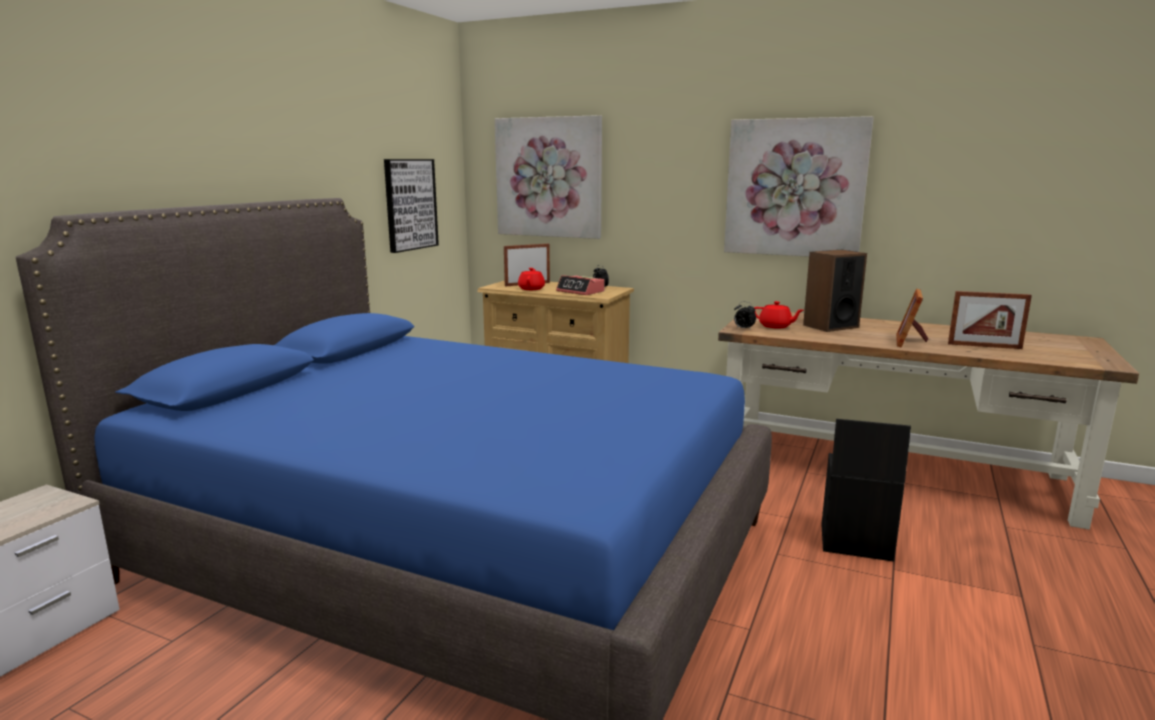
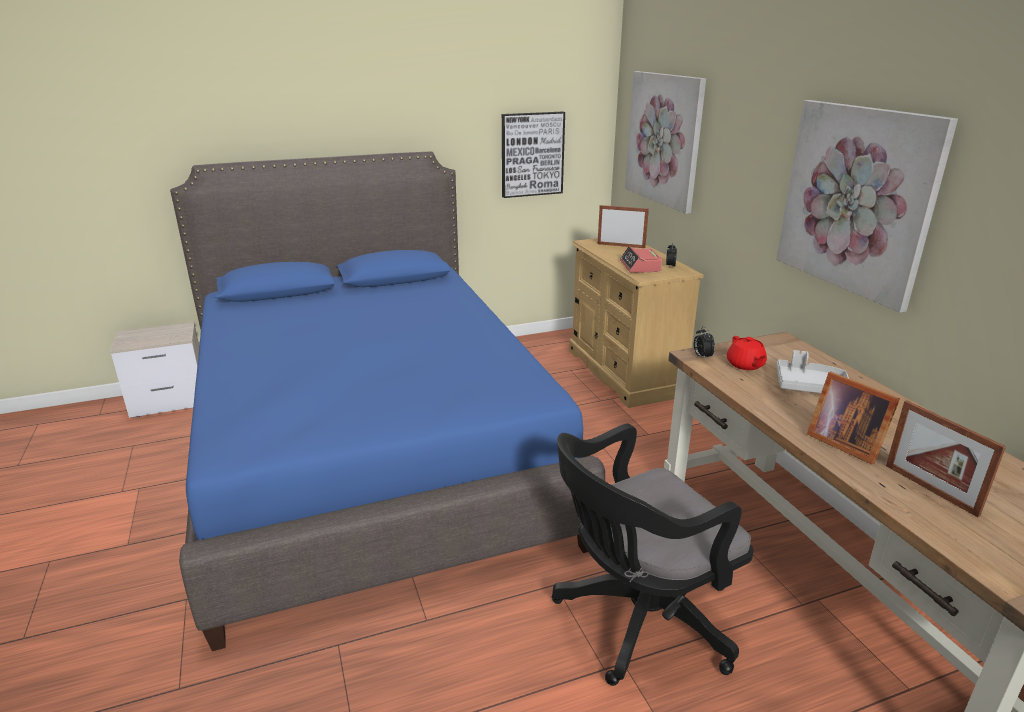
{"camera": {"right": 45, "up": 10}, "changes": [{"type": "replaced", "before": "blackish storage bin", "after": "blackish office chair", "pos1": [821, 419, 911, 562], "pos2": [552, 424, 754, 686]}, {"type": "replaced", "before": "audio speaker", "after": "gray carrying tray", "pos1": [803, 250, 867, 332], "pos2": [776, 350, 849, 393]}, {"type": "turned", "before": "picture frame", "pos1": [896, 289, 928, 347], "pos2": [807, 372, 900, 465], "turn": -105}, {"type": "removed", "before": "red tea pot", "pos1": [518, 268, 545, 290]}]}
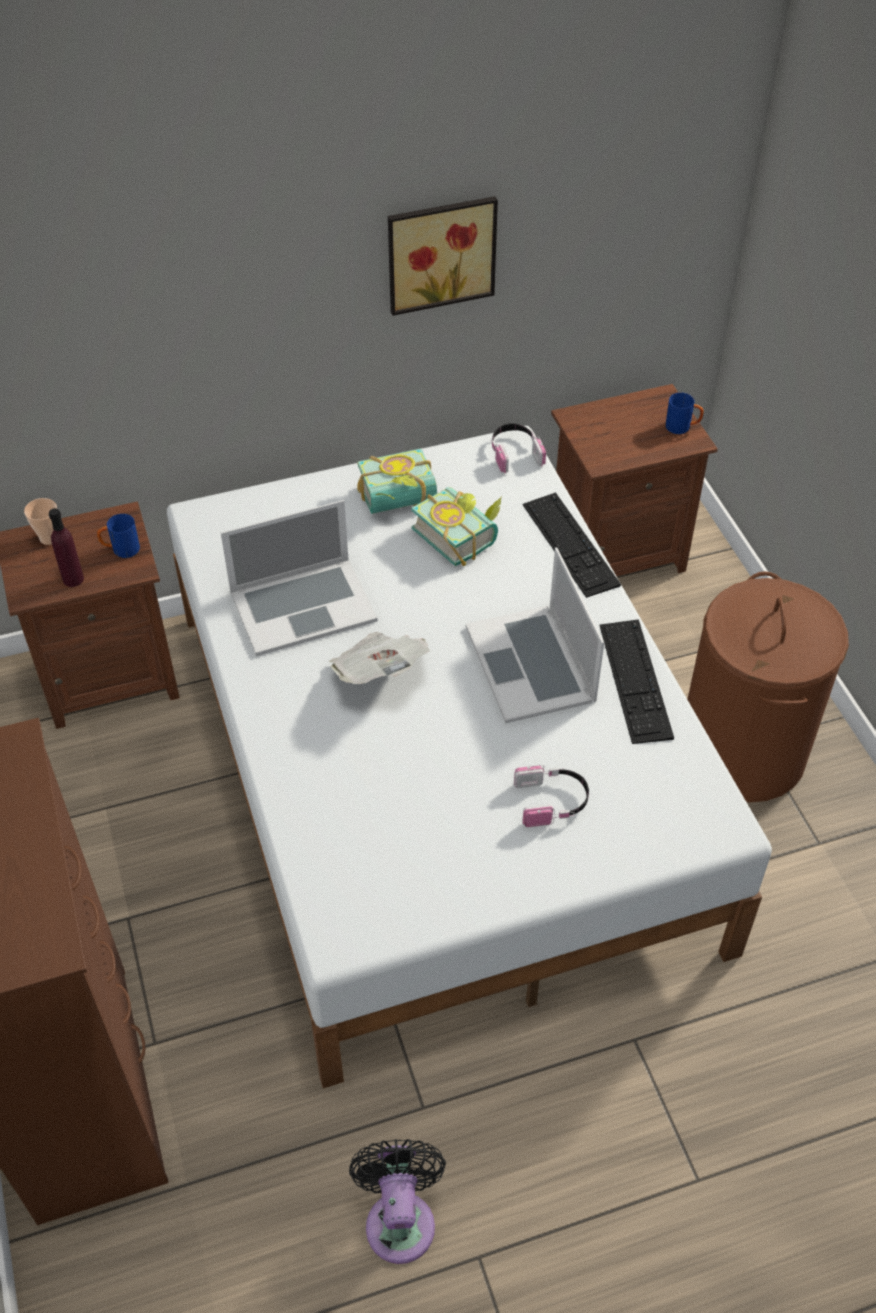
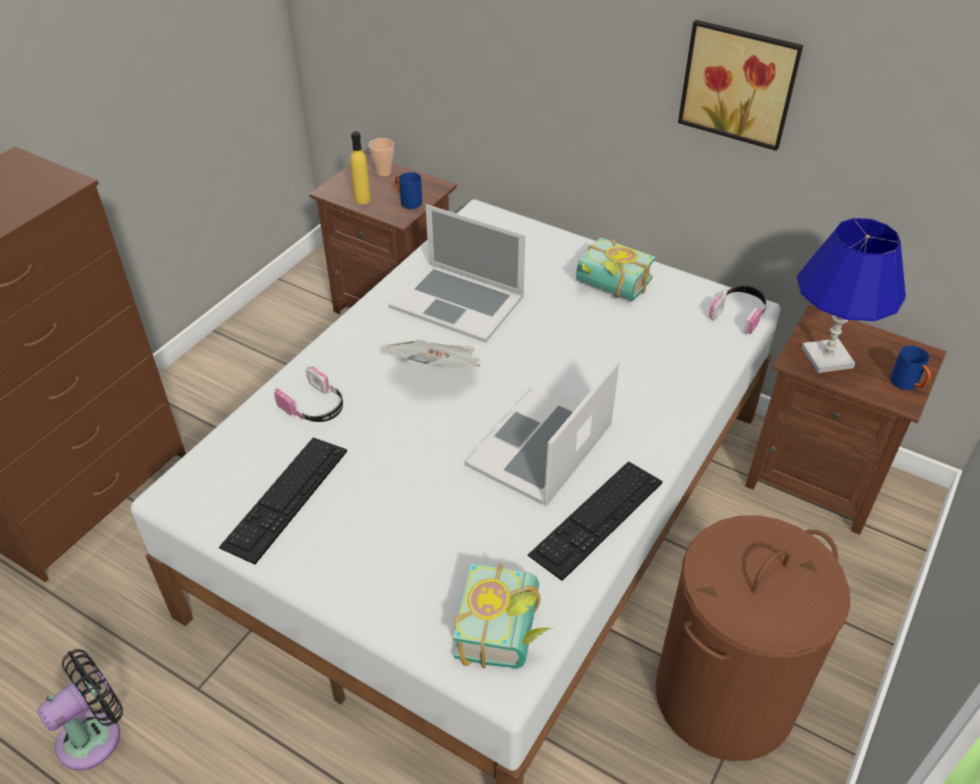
{"camera": {"right": 50, "up": -5}, "changes": [{"type": "moved", "before": "PC keyboard", "pos1": [523, 492, 621, 598], "pos2": [219, 437, 347, 564]}, {"type": "moved", "before": "headphones", "pos1": [514, 765, 589, 827], "pos2": [274, 367, 343, 422]}, {"type": "recoloured", "before": "purplish bottle", "after": "yellow bottle", "pos1": [49, 508, 84, 587], "pos2": [350, 132, 371, 204]}, {"type": "moved", "before": "volume", "pos1": [411, 487, 502, 566], "pos2": [453, 563, 552, 669]}, {"type": "added", "after": "blue table lamp", "pos2": [797, 218, 906, 373]}]}
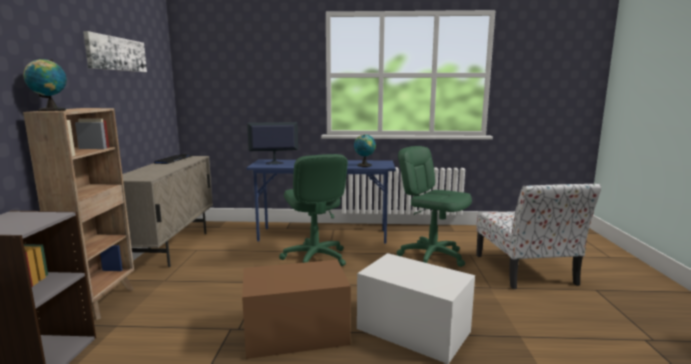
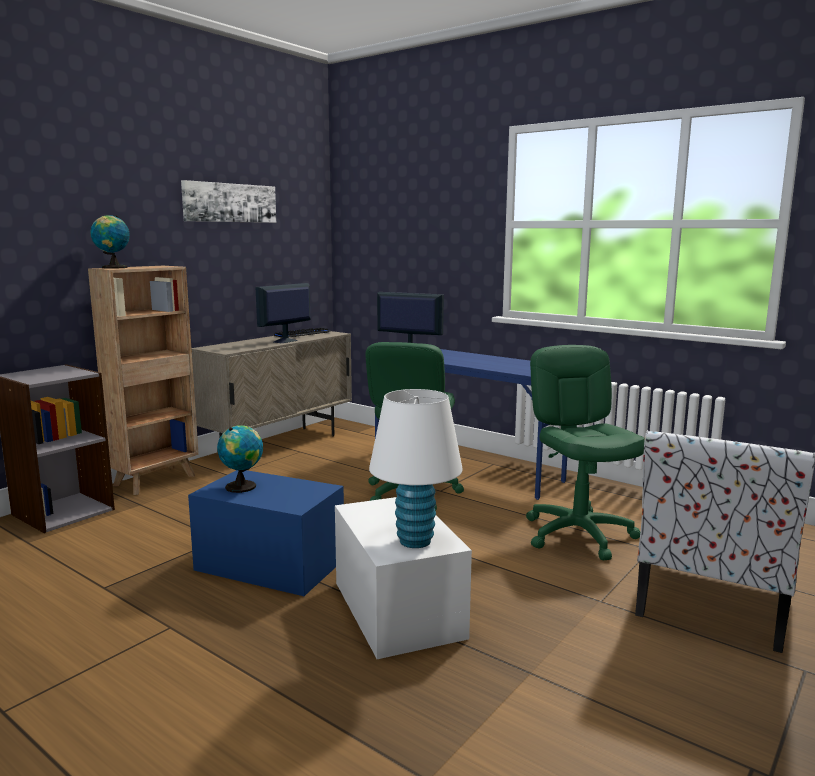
{"camera": {"right": 35, "up": 0}, "changes": [{"type": "recoloured", "before": "brown-coloured storage bin", "after": "blue storage bin", "pos1": [242, 260, 351, 359], "pos2": [188, 470, 344, 596]}, {"type": "moved", "before": "desk globe", "pos1": [354, 134, 376, 167], "pos2": [217, 425, 263, 493]}, {"type": "added", "after": "computer screen", "pos2": [255, 283, 310, 343]}, {"type": "added", "after": "white-coloured table lamp", "pos2": [369, 389, 463, 548]}]}
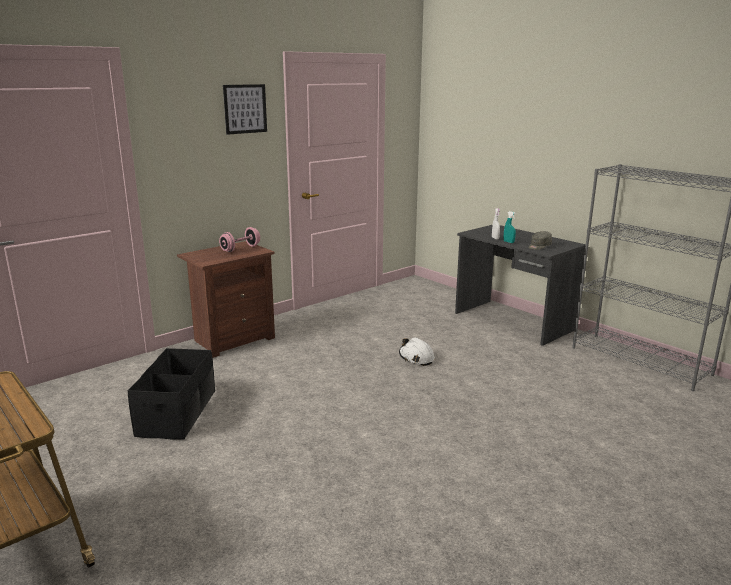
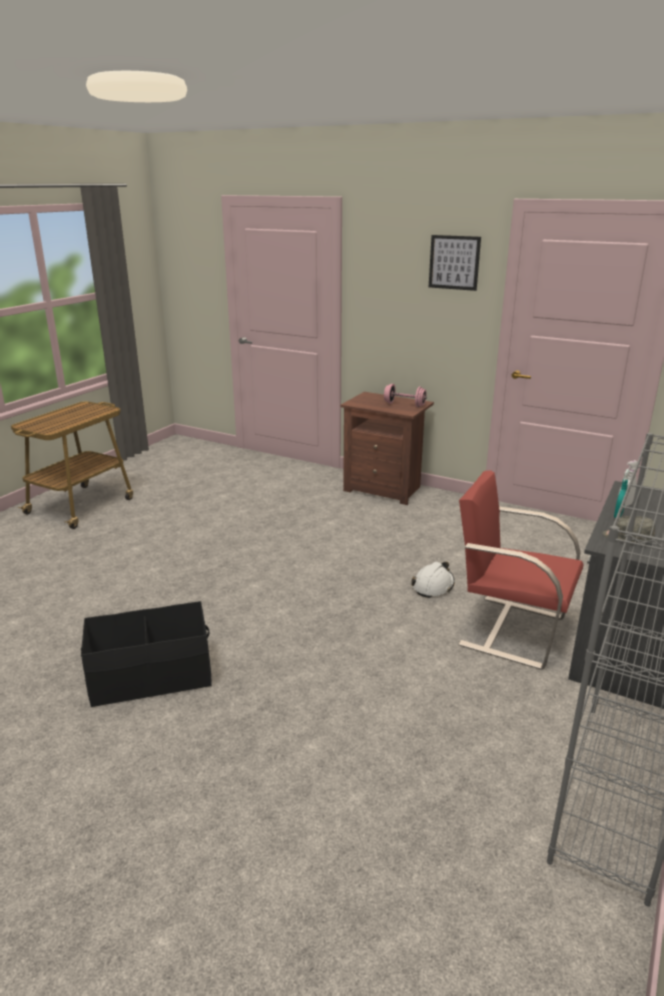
{"camera": {"right": 70, "up": 5}, "changes": [{"type": "moved", "before": "blackish storage bin", "pos1": [128, 348, 215, 439], "pos2": [81, 601, 212, 707]}, {"type": "added", "after": "red upright chair", "pos2": [458, 470, 584, 670]}]}
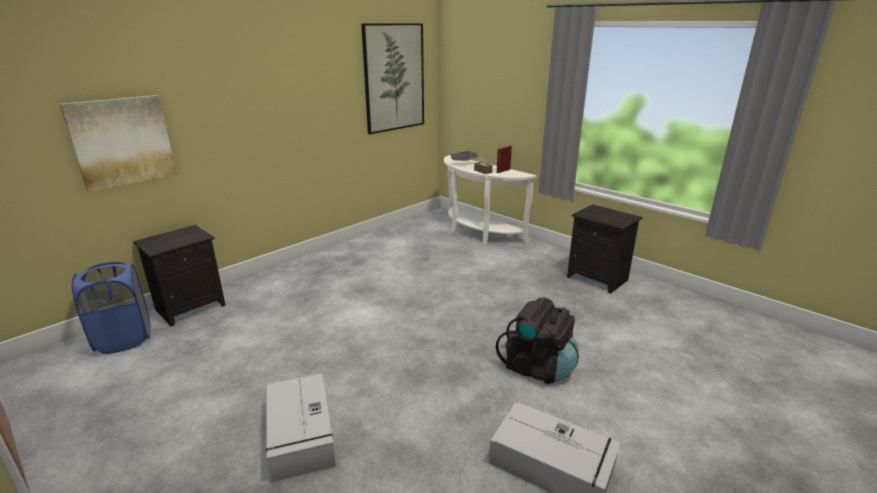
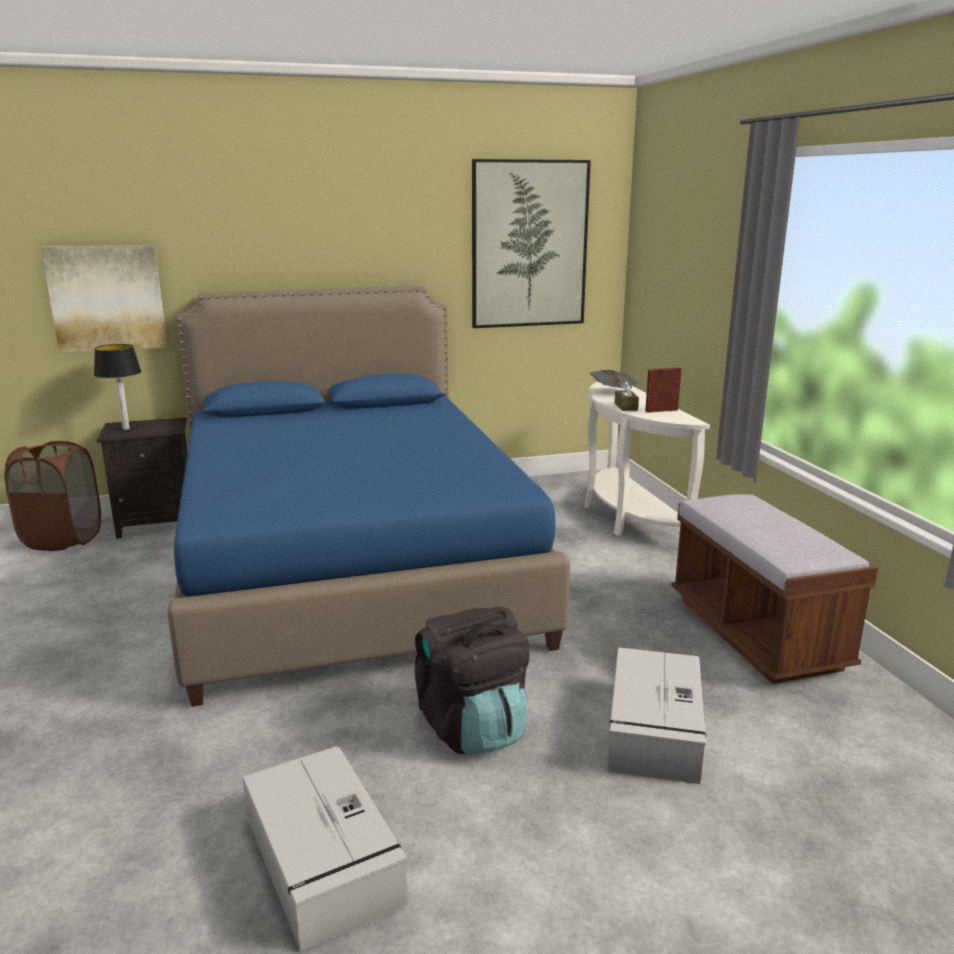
{"camera": {"right": 30, "up": -5}, "changes": [{"type": "recoloured", "before": "blue laundry basket", "after": "brown-coloured laundry basket", "pos1": [72, 262, 151, 354], "pos2": [5, 441, 101, 551]}, {"type": "added", "after": "table lamp", "pos2": [94, 344, 142, 430]}, {"type": "added", "after": "blue bed", "pos2": [167, 286, 570, 707]}, {"type": "moved", "before": "gray storage bin", "pos1": [266, 374, 336, 482], "pos2": [608, 648, 706, 784]}, {"type": "replaced", "before": "blackish night table", "after": "brown-coloured long seat", "pos1": [567, 204, 642, 294], "pos2": [671, 494, 878, 684]}]}
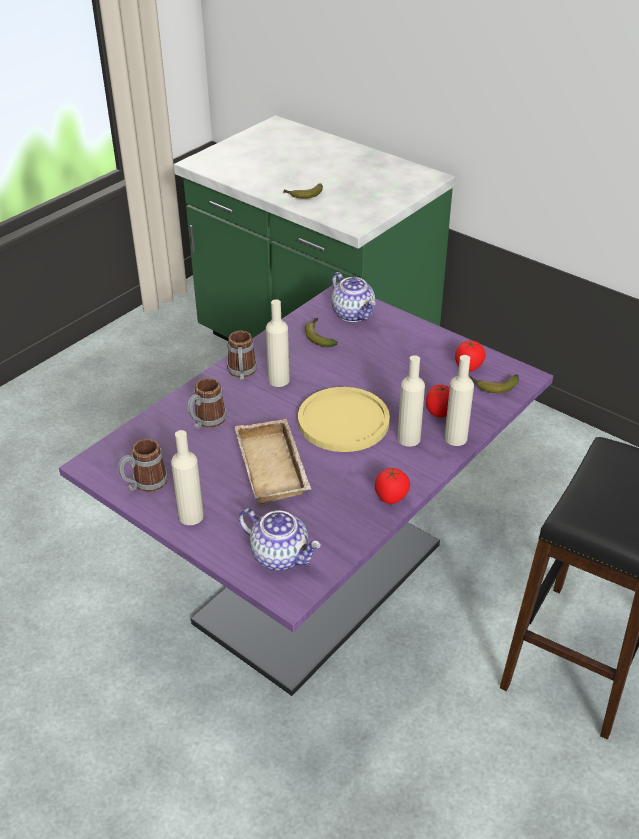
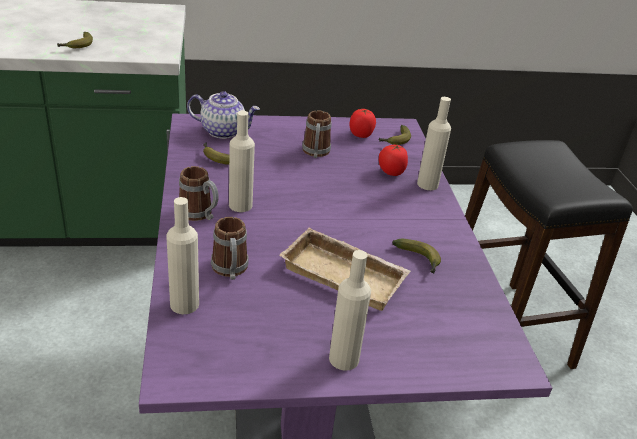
{"camera": {"right": -50, "up": -5}, "changes": [{"type": "moved", "before": "sand-coloured bottle", "pos1": [398, 355, 425, 447], "pos2": [166, 197, 199, 314]}, {"type": "moved", "before": "tea mug", "pos1": [118, 439, 168, 492], "pos2": [302, 111, 332, 158]}, {"type": "added", "after": "banana", "pos2": [392, 239, 441, 274]}, {"type": "removed", "before": "tea pot", "pos1": [238, 508, 321, 570]}, {"type": "removed", "before": "yellow dinner plate", "pos1": [298, 387, 390, 452]}, {"type": "removed", "before": "tomato", "pos1": [375, 468, 410, 504]}]}
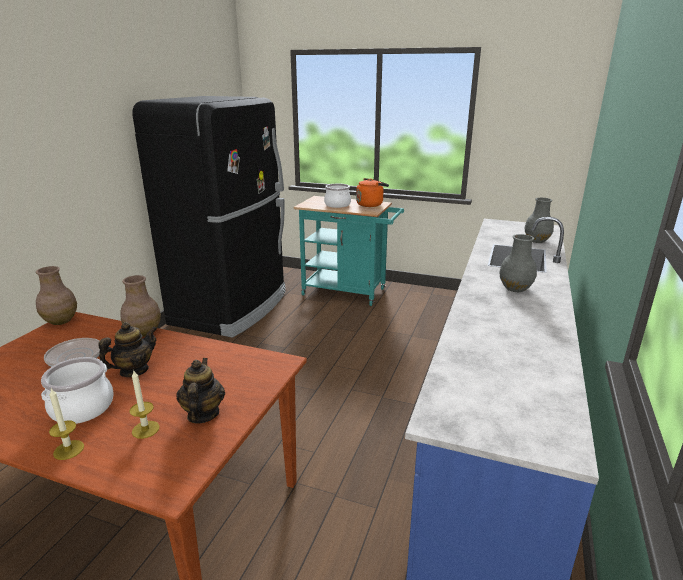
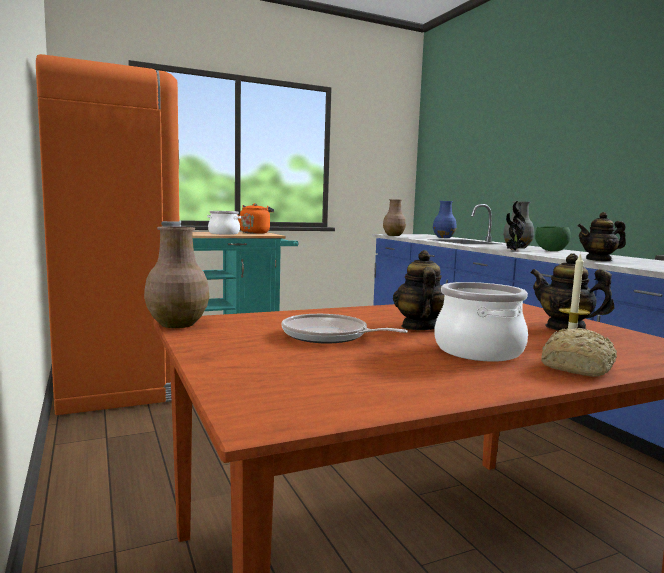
{"camera": {"right": -45, "up": -15}, "changes": [{"type": "recoloured", "before": "blackish kitchen fridge", "after": "orange kitchen fridge", "pos1": [132, 96, 286, 338], "pos2": [36, 54, 181, 415]}, {"type": "moved", "before": "brown-coloured vase", "pos1": [120, 275, 161, 337], "pos2": [383, 199, 406, 236]}, {"type": "recoloured", "before": "gray vase", "after": "blue vase", "pos1": [525, 198, 554, 243], "pos2": [433, 201, 457, 238]}, {"type": "added", "after": "houseplant", "pos2": [506, 201, 526, 250]}, {"type": "added", "after": "greenish bowl", "pos2": [535, 226, 571, 251]}, {"type": "replaced", "before": "wax light", "after": "baked bread", "pos1": [49, 389, 84, 460], "pos2": [541, 328, 617, 377]}, {"type": "added", "after": "tea pot", "pos2": [577, 212, 626, 261]}]}
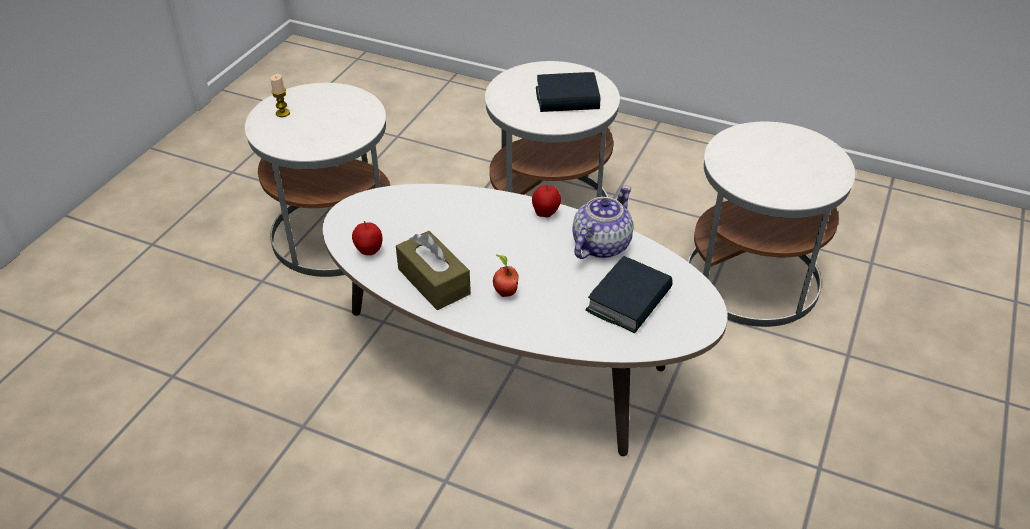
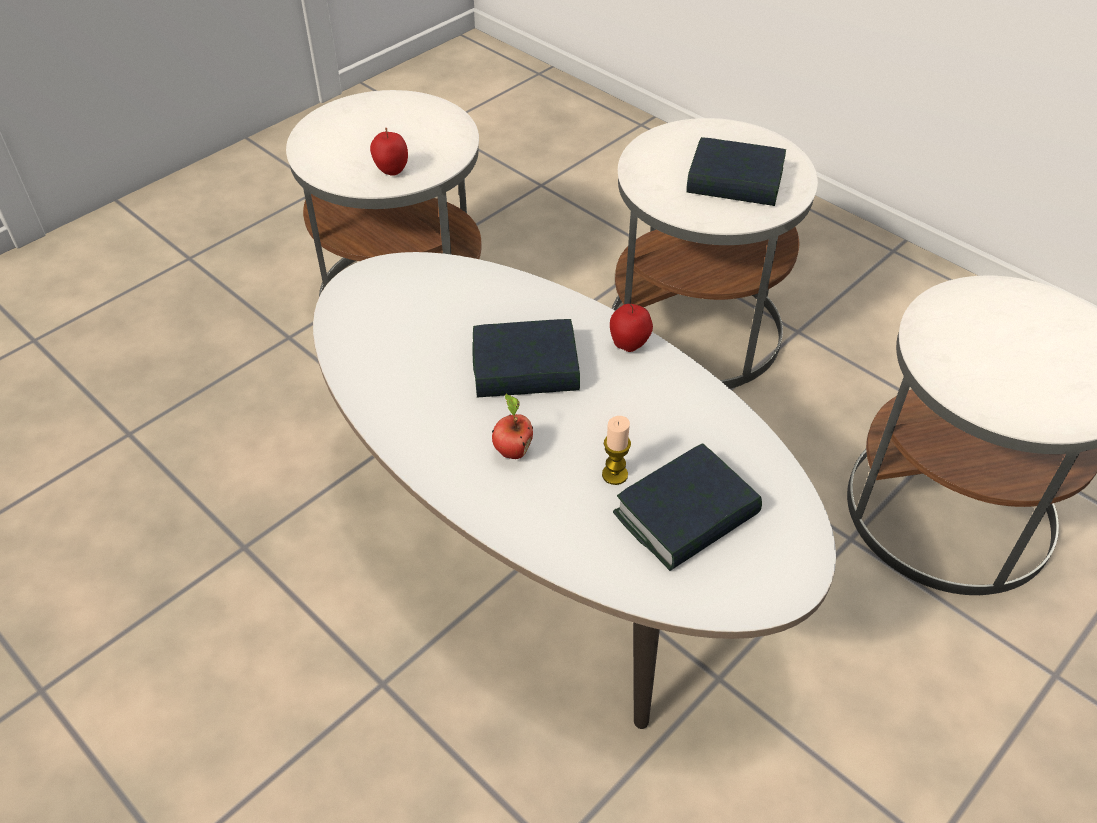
{"camera": {"right": 20, "up": 5}, "changes": [{"type": "moved", "before": "whole apple", "pos1": [352, 221, 382, 255], "pos2": [370, 128, 408, 176]}, {"type": "added", "after": "volume", "pos2": [472, 319, 580, 398]}, {"type": "moved", "before": "wax light", "pos1": [270, 74, 290, 117], "pos2": [602, 416, 631, 485]}, {"type": "removed", "before": "brown-coloured tissue box", "pos1": [396, 231, 471, 310]}, {"type": "removed", "before": "tea pot", "pos1": [572, 186, 634, 259]}]}
